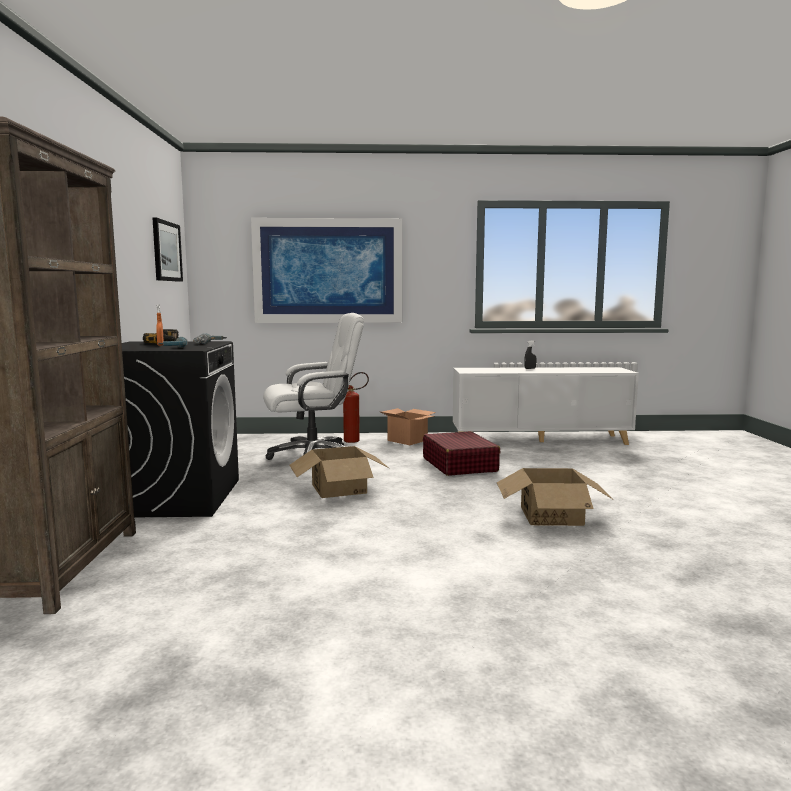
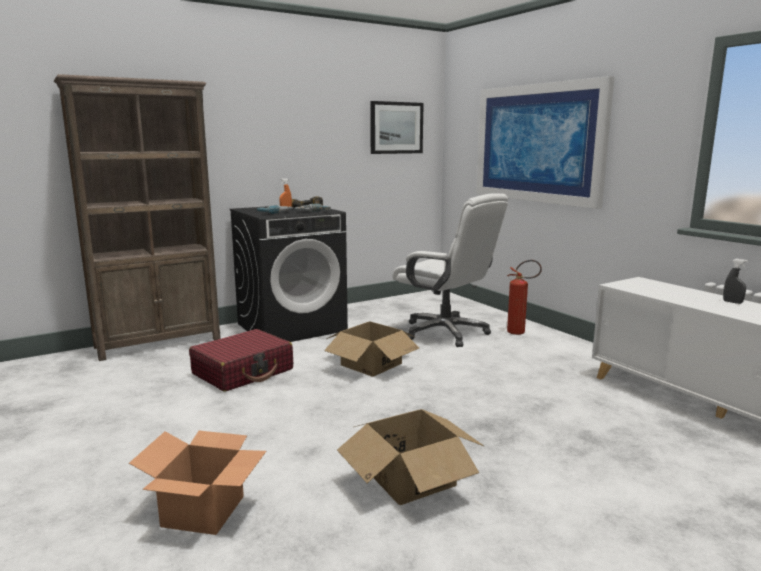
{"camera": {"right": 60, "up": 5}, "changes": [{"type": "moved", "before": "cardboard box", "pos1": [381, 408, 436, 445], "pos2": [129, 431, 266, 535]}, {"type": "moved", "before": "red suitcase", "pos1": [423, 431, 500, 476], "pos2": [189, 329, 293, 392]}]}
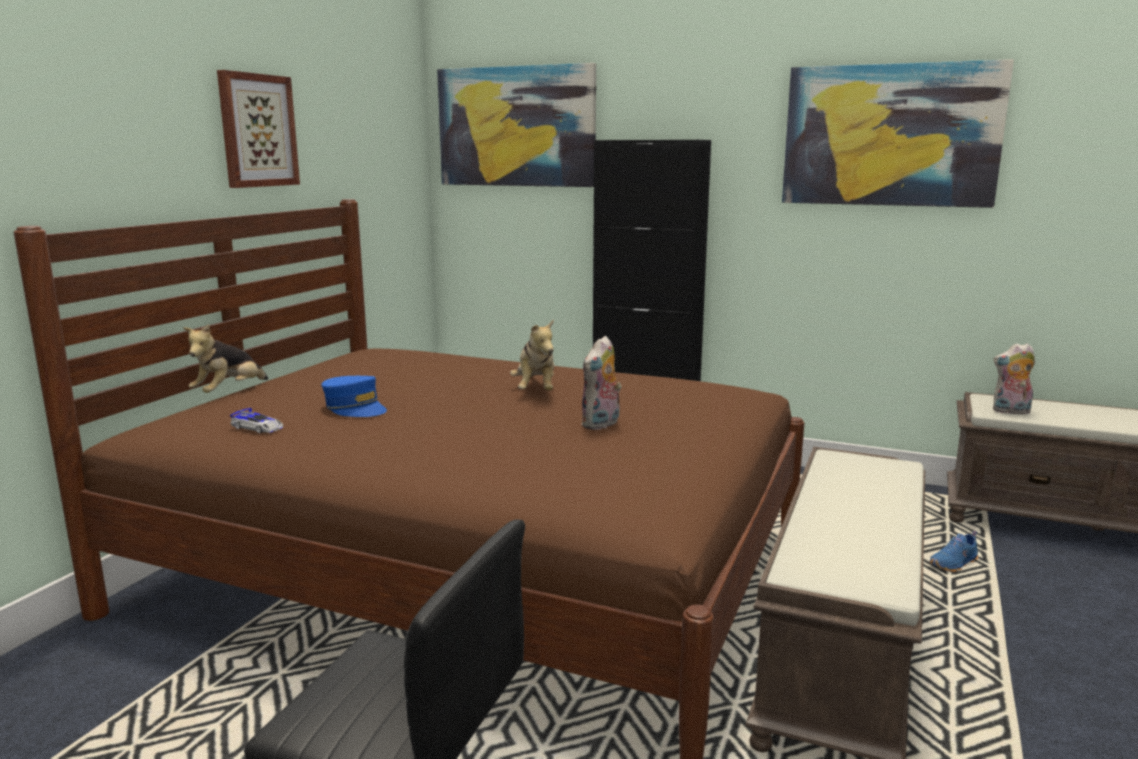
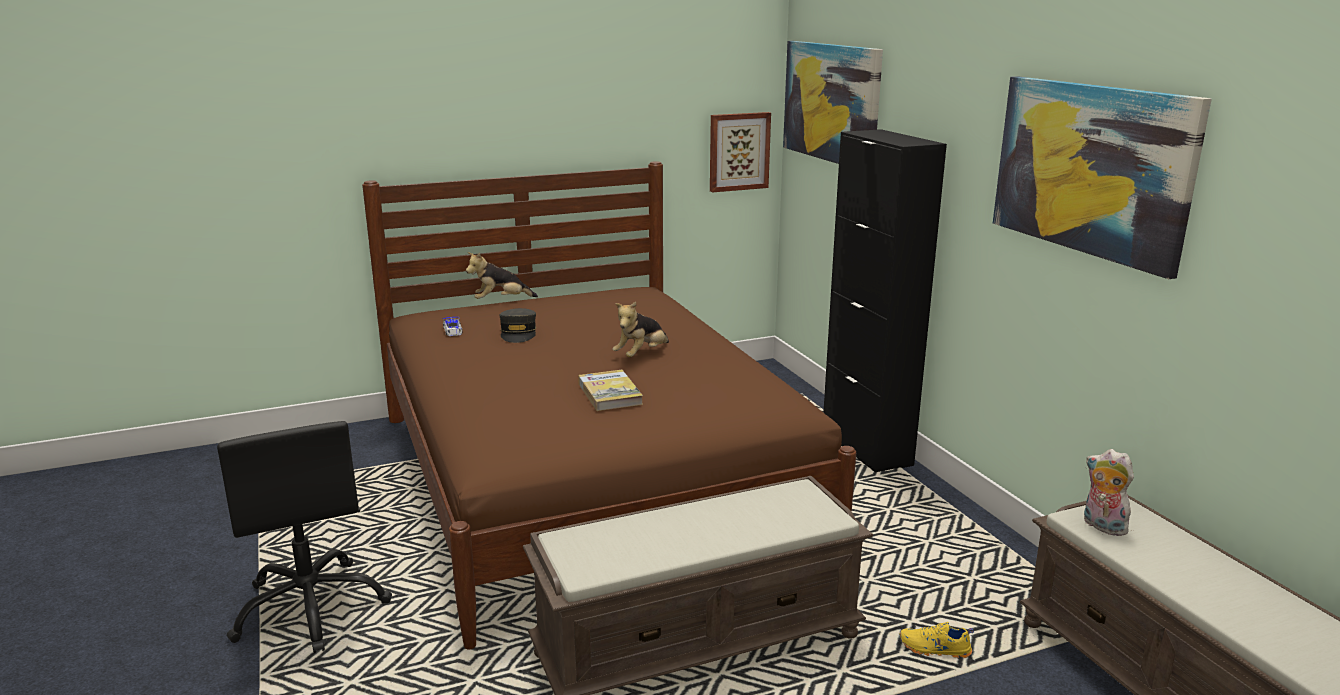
{"camera": {"right": 45, "up": 5}, "changes": [{"type": "recoloured", "before": "blue peaked cap", "after": "gray peaked cap", "pos1": [321, 376, 387, 417], "pos2": [499, 308, 536, 343]}, {"type": "replaced", "before": "soft toy", "after": "volume", "pos1": [581, 336, 622, 430], "pos2": [578, 370, 643, 411]}, {"type": "moved", "before": "wall art", "pos1": [217, 70, 300, 188], "pos2": [710, 112, 771, 193]}, {"type": "recoloured", "before": "blue low shoe", "after": "yellow low shoe", "pos1": [929, 531, 978, 572], "pos2": [900, 622, 974, 658]}]}
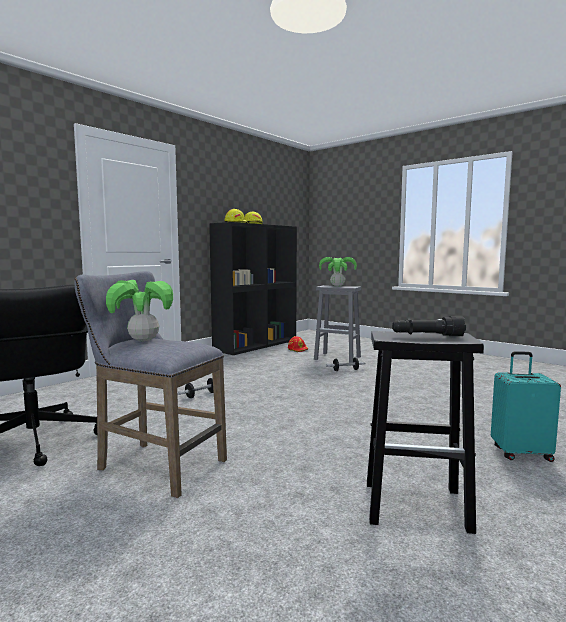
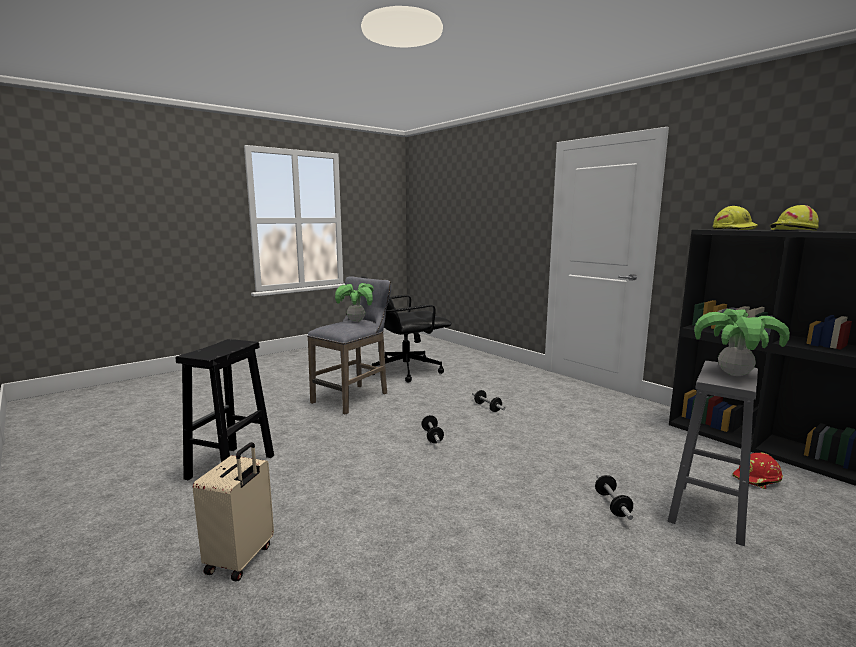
{"camera": {"right": 100, "up": 5}, "changes": [{"type": "recoloured", "before": "blue-green suitcase", "after": "sand-coloured suitcase", "pos1": [491, 351, 561, 462], "pos2": [192, 442, 274, 582]}, {"type": "added", "after": "dumbbell", "pos2": [421, 415, 444, 443]}, {"type": "removed", "before": "blackish torch", "pos1": [392, 316, 466, 336]}]}
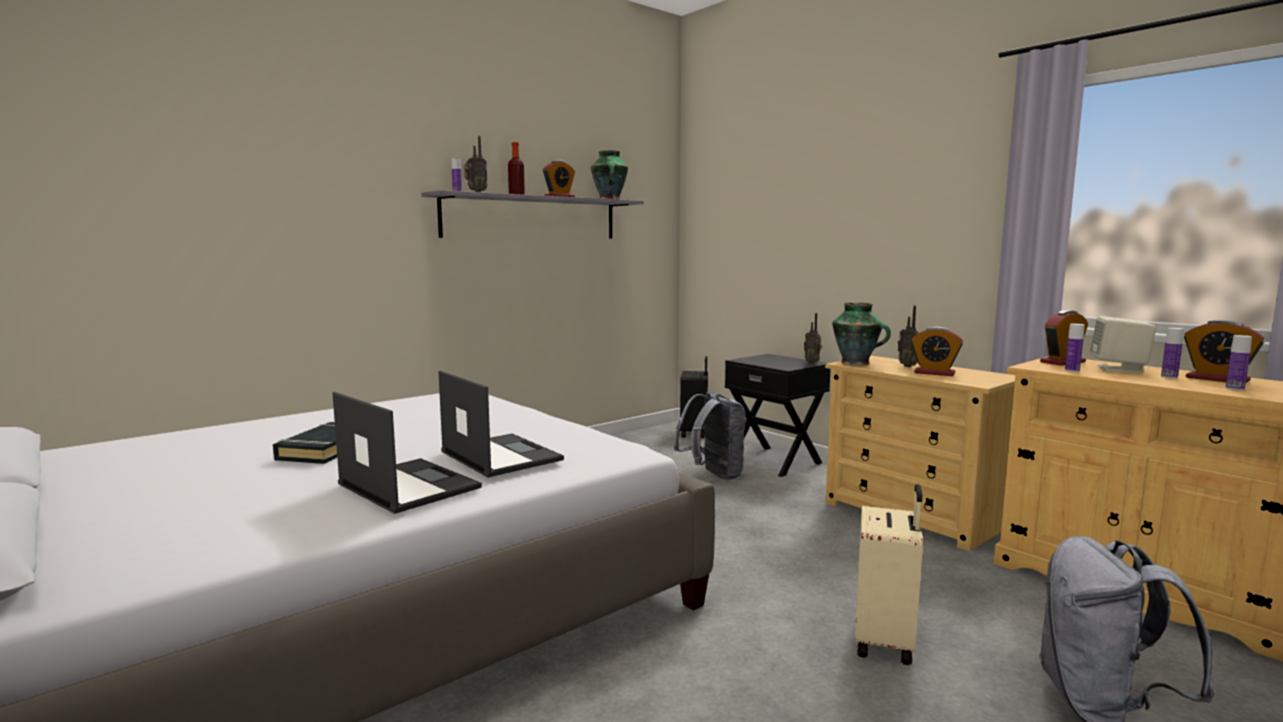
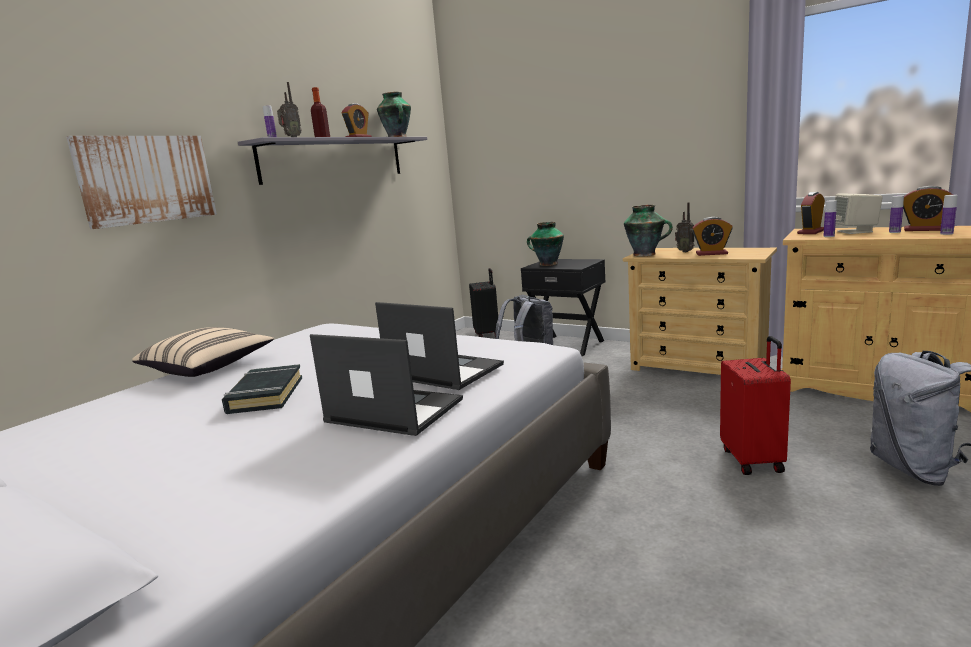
{"camera": {"right": -15, "up": 5}, "changes": [{"type": "added", "after": "wall art", "pos2": [66, 136, 217, 229]}, {"type": "added", "after": "sand-coloured cushion", "pos2": [132, 327, 274, 377]}, {"type": "added", "after": "vase", "pos2": [527, 222, 564, 266]}, {"type": "recoloured", "before": "sand-coloured suitcase", "after": "red suitcase", "pos1": [855, 484, 923, 665], "pos2": [720, 336, 791, 475]}, {"type": "removed", "before": "radio", "pos1": [804, 313, 822, 364]}]}
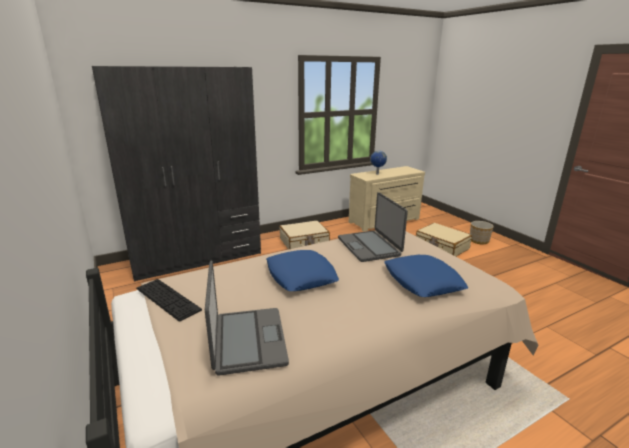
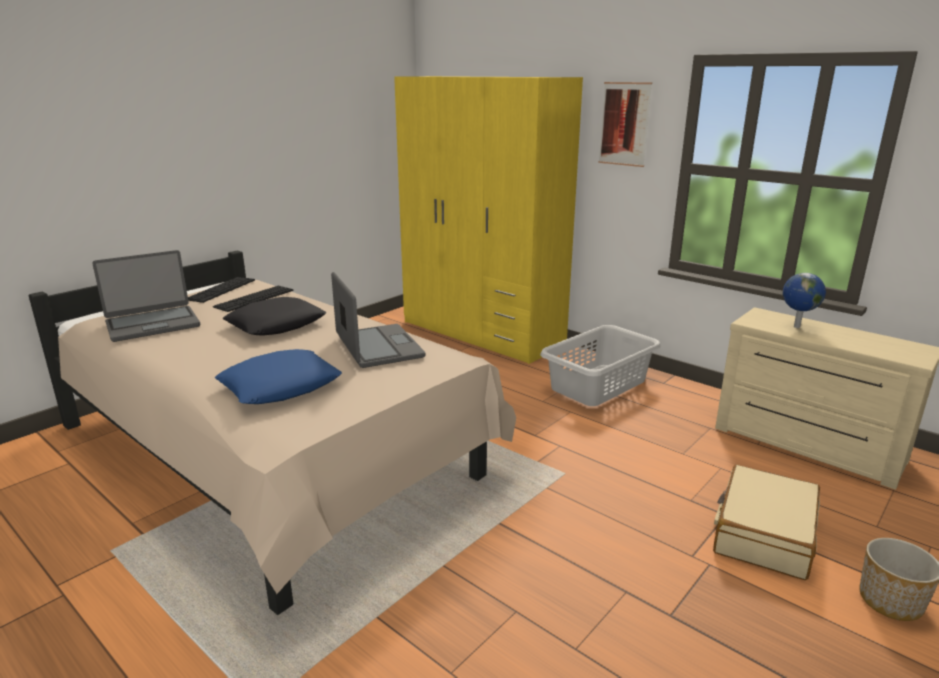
{"camera": {"right": 70, "up": 0}, "changes": [{"type": "added", "after": "PC keyboard", "pos2": [213, 286, 293, 312]}, {"type": "recoloured", "before": "blue cushion", "after": "blackish cushion", "pos1": [266, 250, 339, 291], "pos2": [223, 297, 326, 336]}, {"type": "turned", "before": "laptop", "pos1": [338, 192, 408, 262], "pos2": [331, 272, 425, 368], "turn": 105}, {"type": "recoloured", "before": "gray wardrobe", "after": "yellow wardrobe", "pos1": [92, 66, 261, 282], "pos2": [394, 76, 583, 364]}, {"type": "replaced", "before": "sand-coloured suitcase", "after": "gray laundry basket", "pos1": [279, 220, 330, 250], "pos2": [540, 325, 661, 406]}, {"type": "added", "after": "wall art", "pos2": [598, 82, 652, 167]}]}
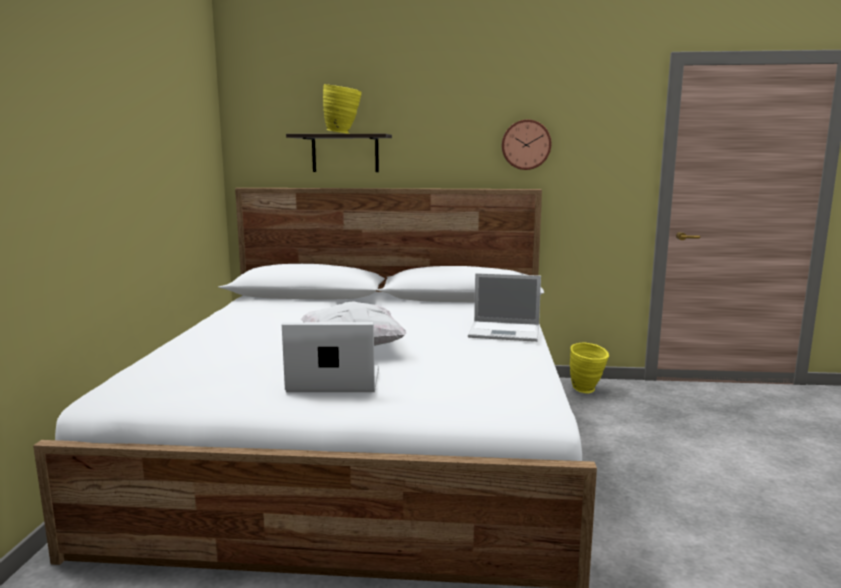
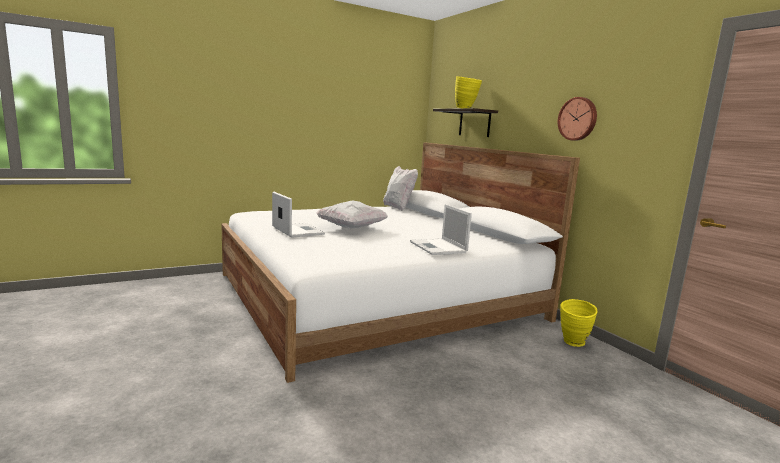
{"camera": {"right": 55, "up": 0}, "changes": [{"type": "added", "after": "white-coloured cushion", "pos2": [383, 166, 418, 211]}]}
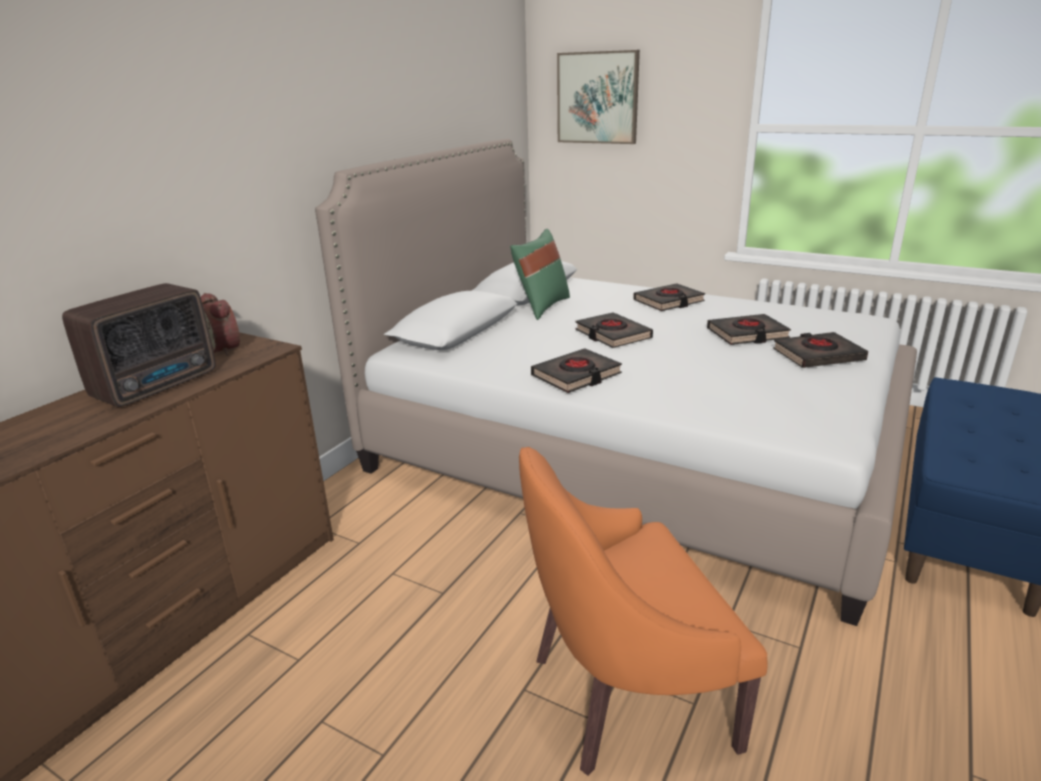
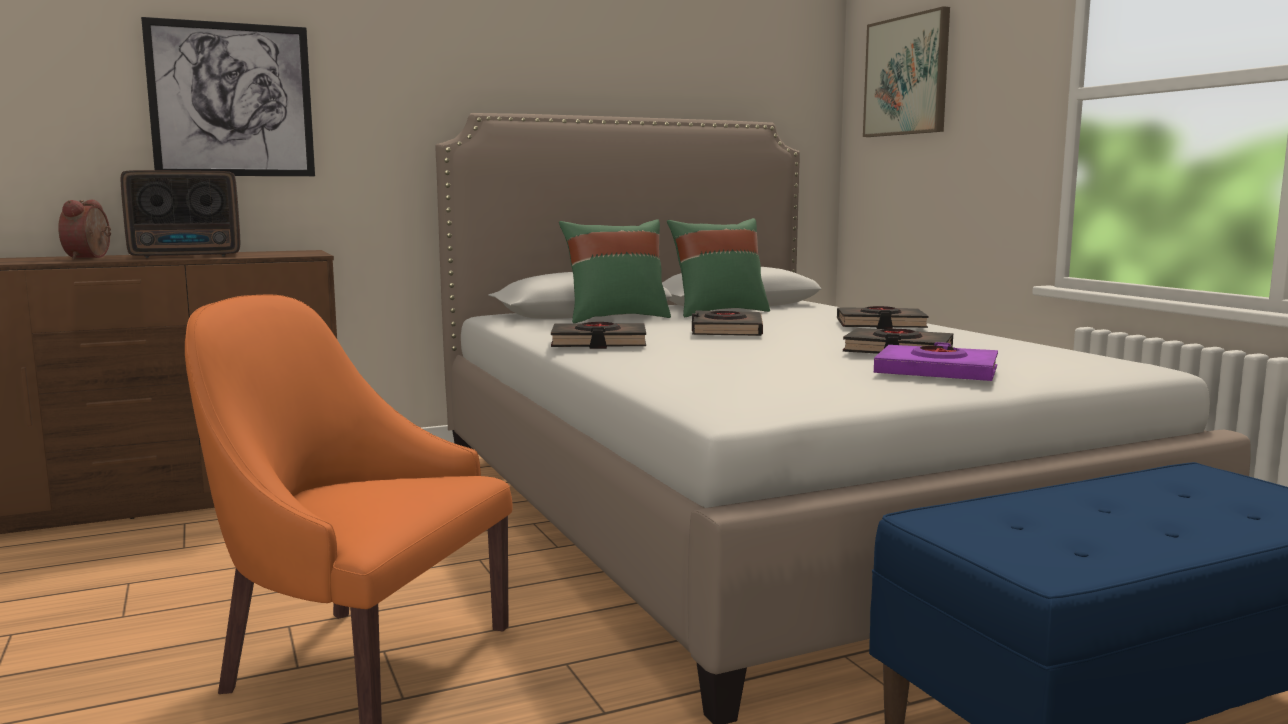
{"camera": {"right": 35, "up": -15}, "changes": [{"type": "moved", "before": "alarm clock", "pos1": [201, 293, 240, 355], "pos2": [58, 200, 111, 259]}, {"type": "added", "after": "wall art", "pos2": [141, 17, 315, 176]}, {"type": "added", "after": "greenish cushion", "pos2": [559, 219, 671, 323]}, {"type": "recoloured", "before": "blackish volume", "after": "purplish volume", "pos1": [773, 332, 868, 368], "pos2": [874, 342, 998, 381]}]}
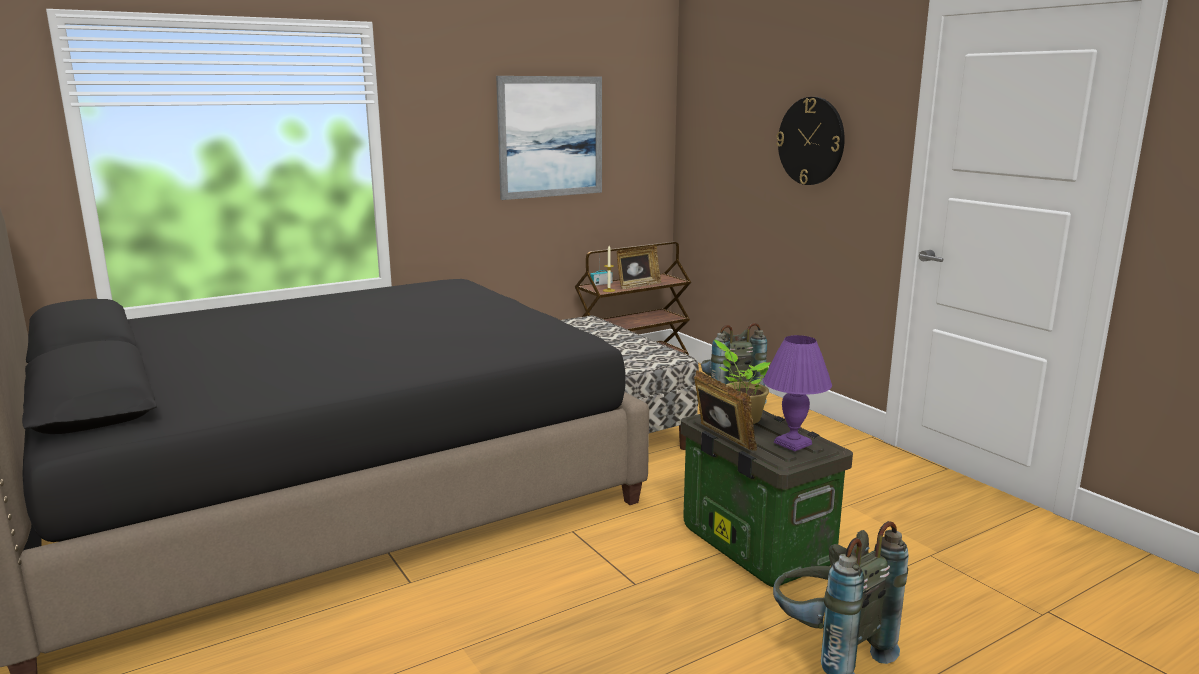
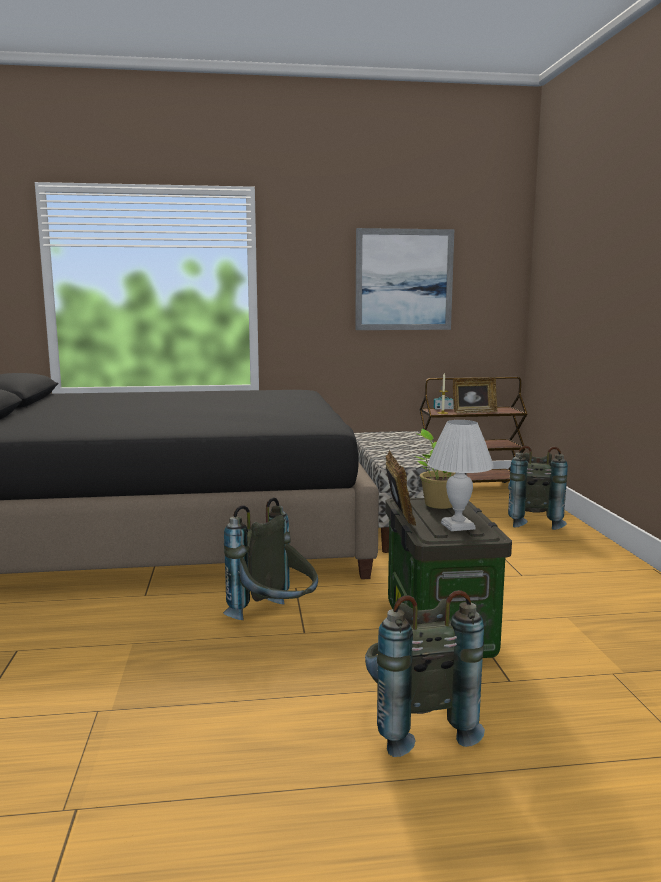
{"camera": {"right": 25, "up": -5}, "changes": [{"type": "added", "after": "gray knapsack", "pos2": [223, 497, 318, 620]}, {"type": "recoloured", "before": "purplish table lamp", "after": "white-coloured table lamp", "pos1": [763, 335, 832, 451], "pos2": [428, 420, 494, 531]}, {"type": "removed", "before": "wall clock", "pos1": [776, 97, 845, 185]}]}
